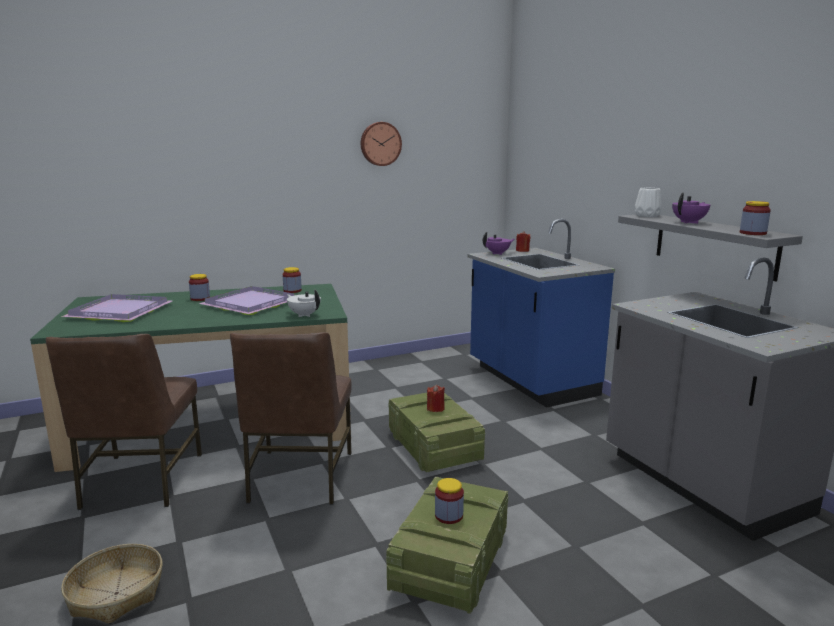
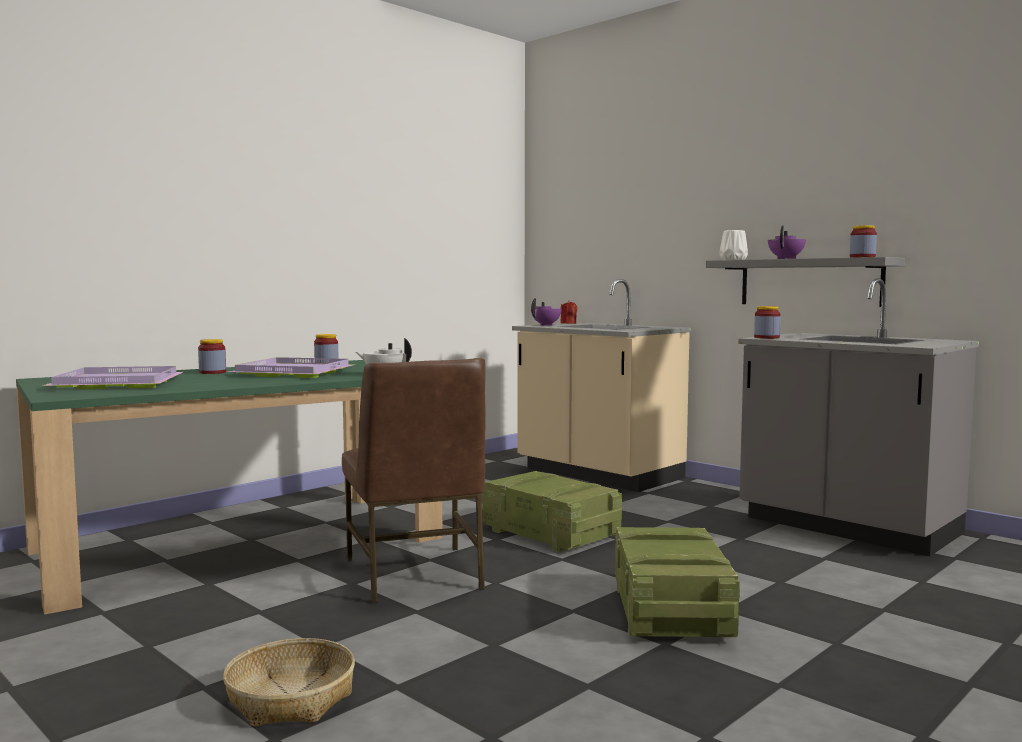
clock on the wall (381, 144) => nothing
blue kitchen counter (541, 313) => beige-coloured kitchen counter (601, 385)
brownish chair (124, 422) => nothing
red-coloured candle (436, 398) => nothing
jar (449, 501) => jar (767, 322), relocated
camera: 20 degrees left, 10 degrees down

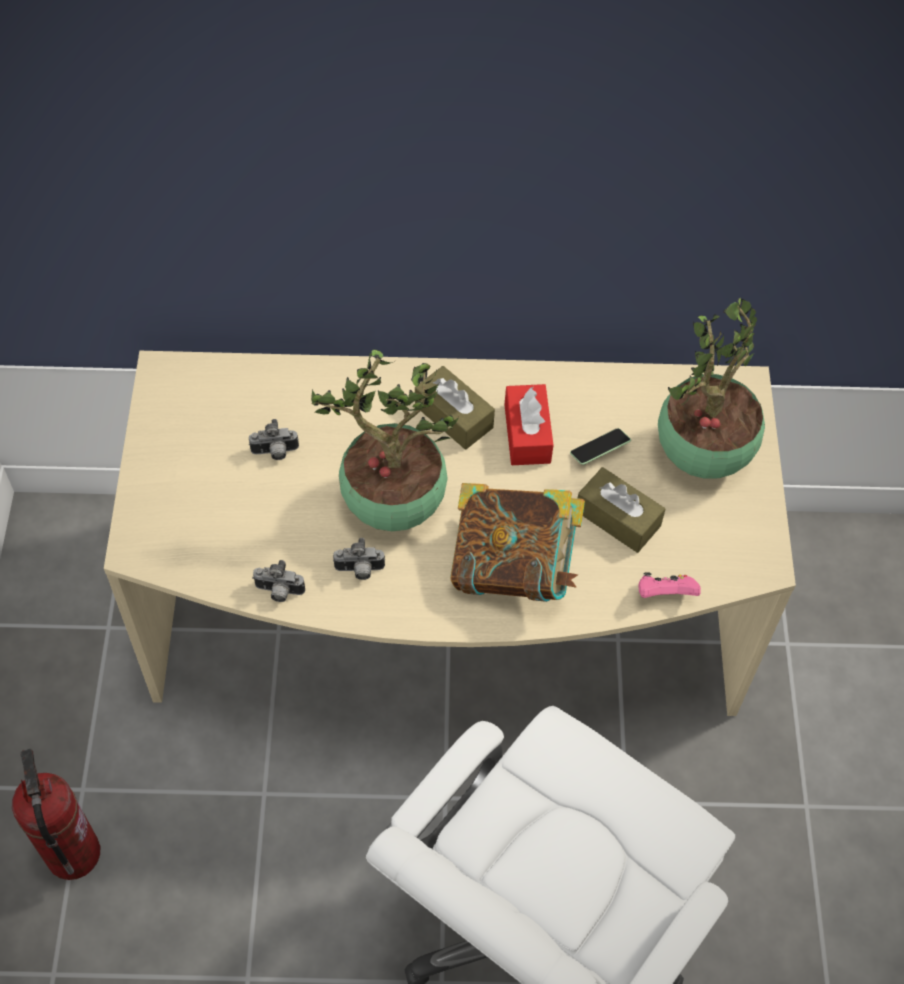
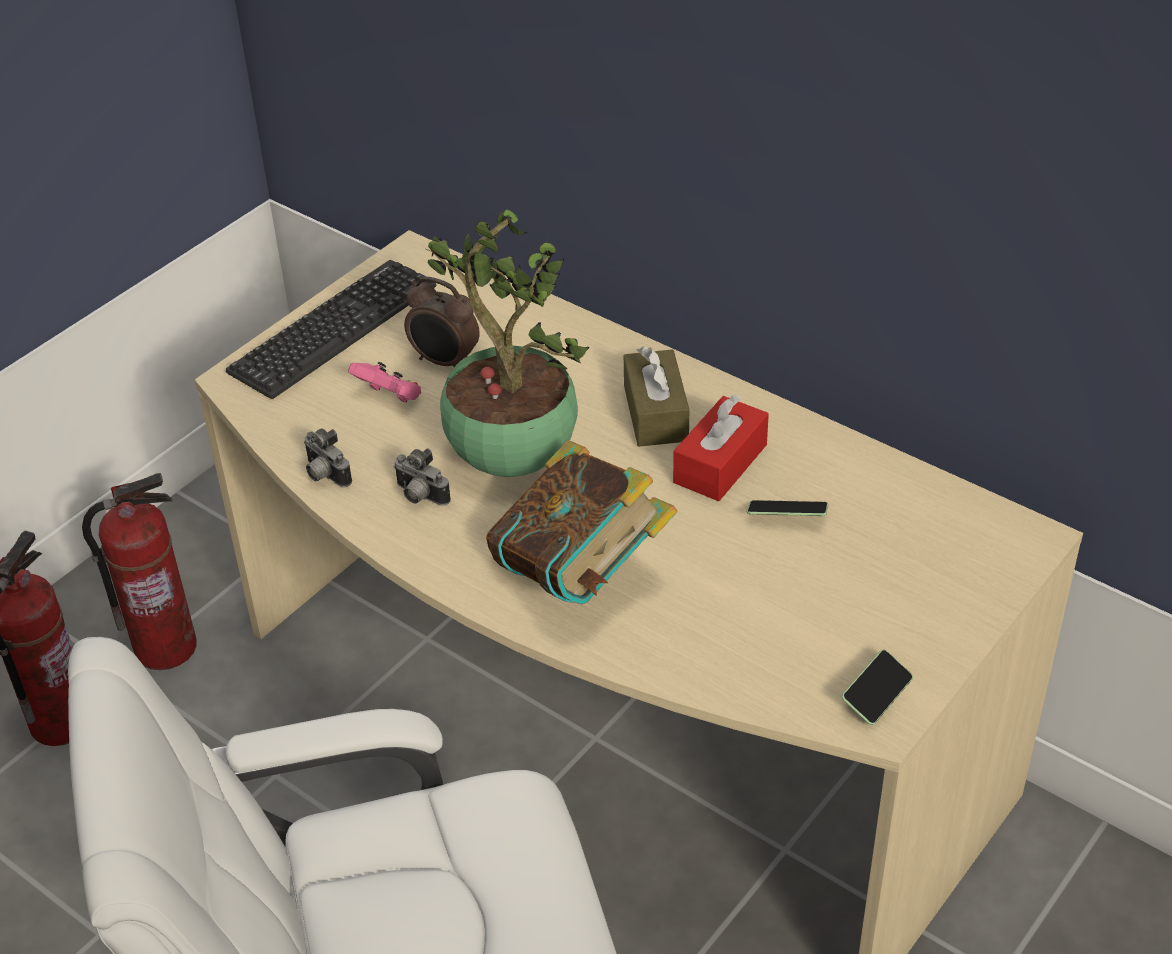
plant in a pot (711, 388) => nothing
still camera (274, 439) => bedside clock (442, 322)
brownish tissue box (622, 510) => nothing
pinkish game controller (669, 585) => pinkish game controller (384, 382), relocated
nothing => keyboard (331, 329)
nothing => fire extinguisher (139, 571)
nothing => handset (877, 687)
camera: 40 degrees right, 15 degrees down

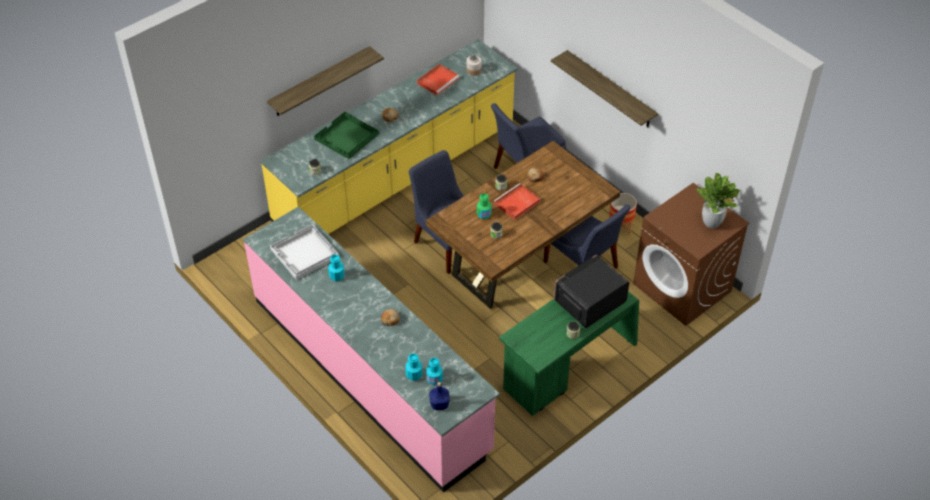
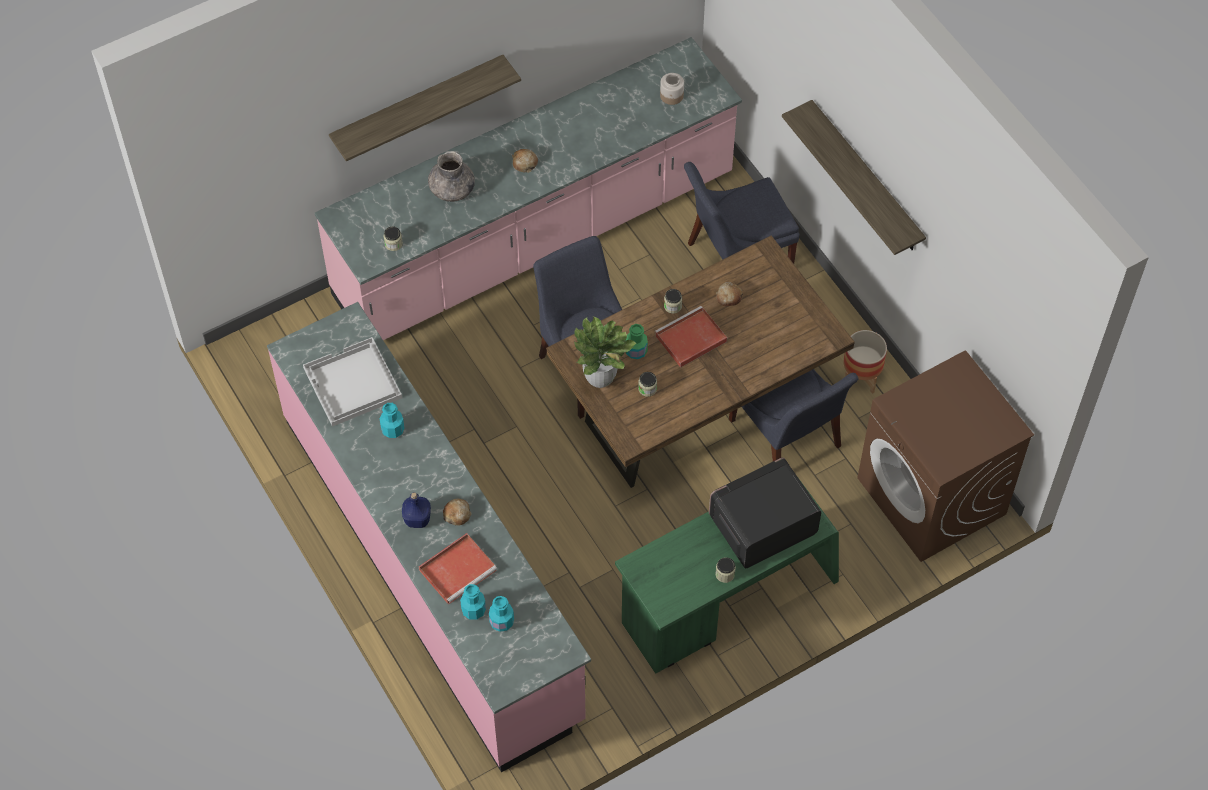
yellow-coloured kitchen counter (389, 136) => pinkish kitchen counter (528, 188)
red-coloured carrying tray (438, 79) => red-coloured carrying tray (458, 569), relocated
green carrying tray (346, 135) => gray vase (451, 176)
plant in a pot (718, 200) => plant in a pot (605, 352), relocated
blue drink bottle (439, 396) => blue drink bottle (416, 510), relocated
camera: 10 degrees right, 10 degrees up

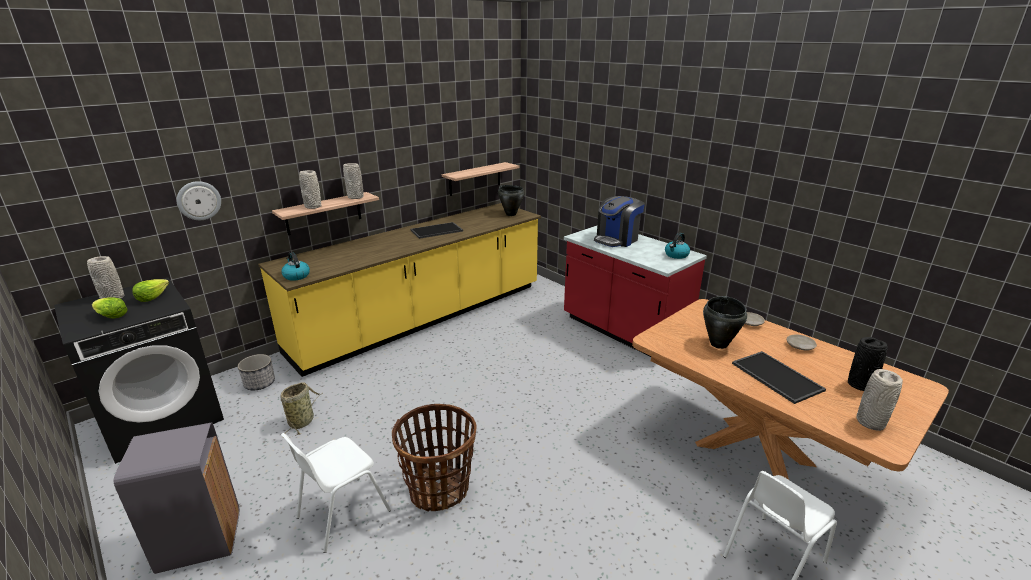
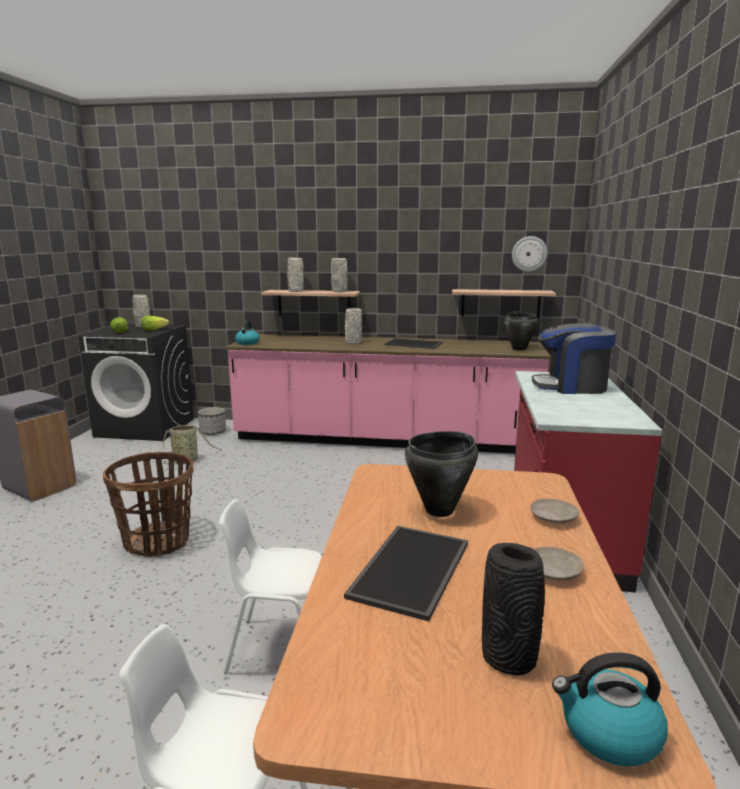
clock on the wall (199, 200) => clock on the wall (530, 254), relocated
yellow-coloured kitchen counter (399, 290) => pinkish kitchen counter (388, 394)
water kettle (677, 246) => water kettle (610, 709), relocated
gray vase (880, 400) => gray vase (353, 326), relocated
white chair (336, 493) => white chair (270, 586), relocated
camera: 50 degrees right, 10 degrees down

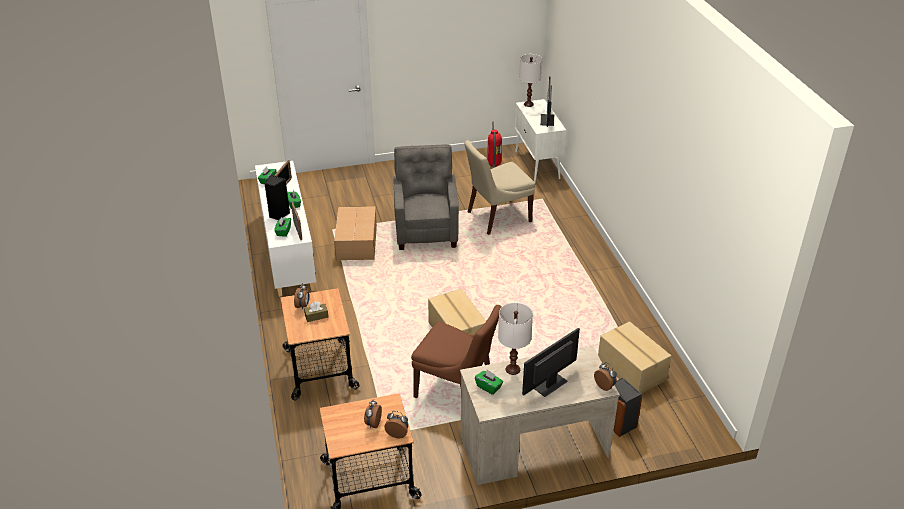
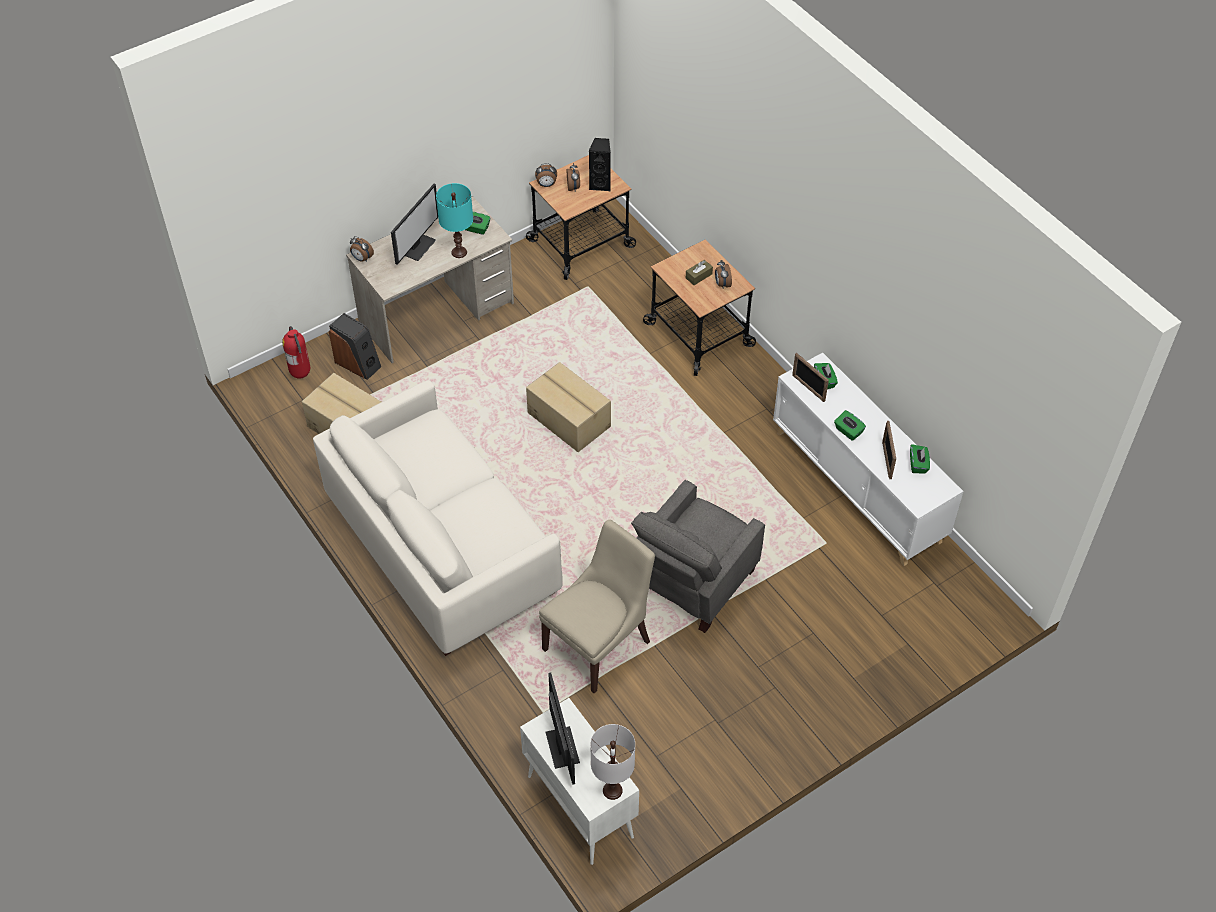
fire extinguisher (494, 144) => fire extinguisher (296, 352), relocated
gray armchair (426, 197) => gray armchair (698, 556), 60 degrees clockwise
blackish audio speaker (277, 197) => blackish audio speaker (599, 164), relocated
packing box (355, 233) => nothing
white table lamp (515, 339) => blue-green table lamp (454, 220)
brownish chair (456, 351) => nothing
nothing => white sofa (438, 518)
camera: 160 degrees right, 15 degrees up

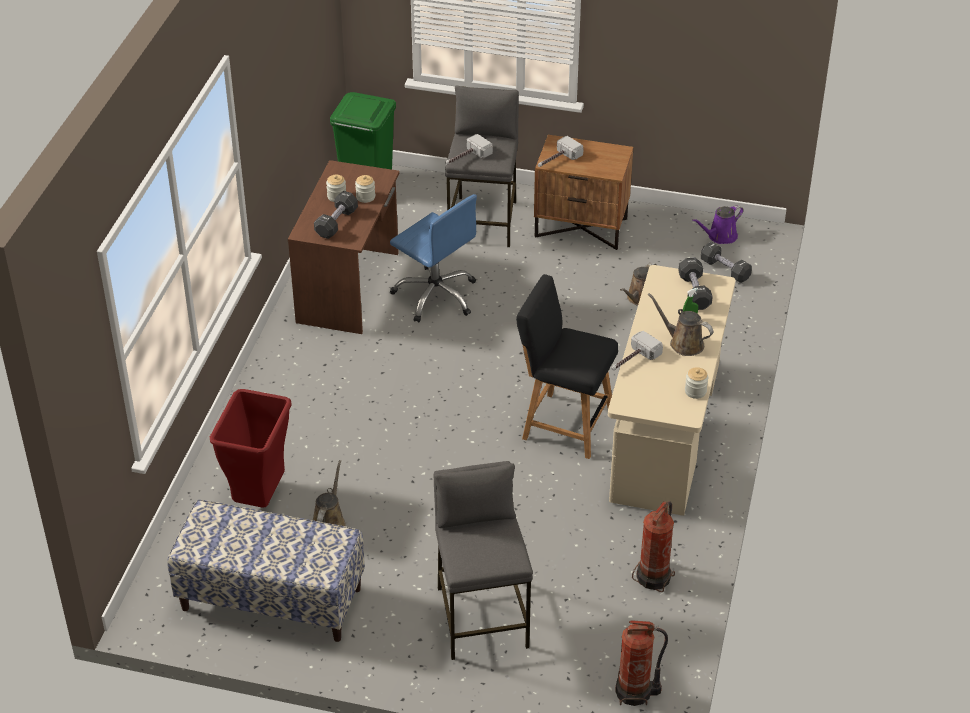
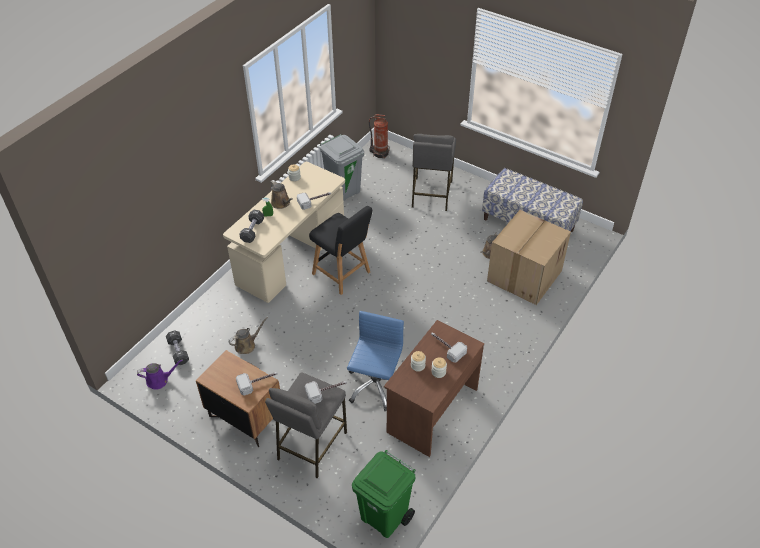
blackish dumbbell (336, 215) => hand hammer (449, 347)
blue office chair (433, 258) => blue office chair (375, 361), 45 degrees clockwise
red-coloured trash can (251, 448) => packing box (529, 257)
fire extinguisher (653, 546) => gray trash can (342, 167)
camera: 160 degrees left, 5 degrees up

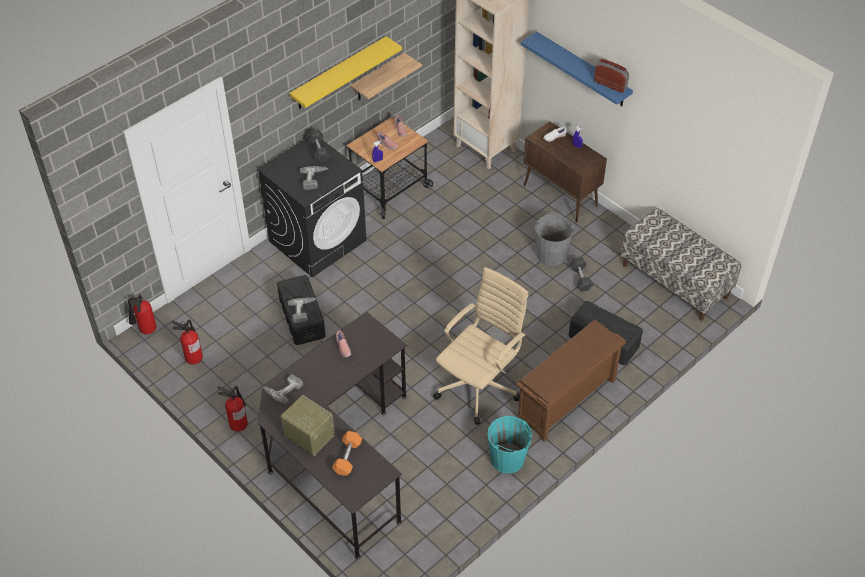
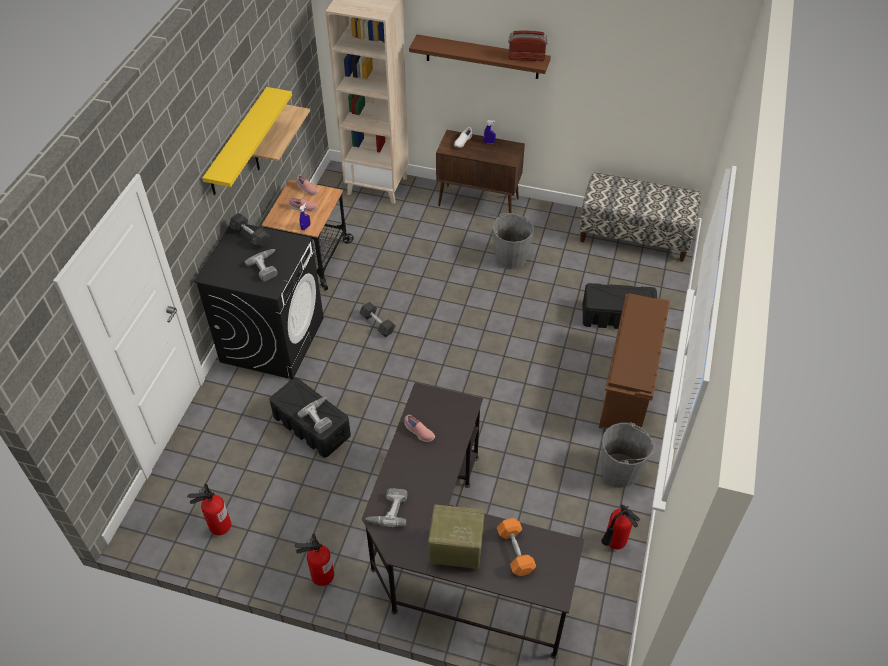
blue bracket shelf (577, 69) => brownish bracket shelf (480, 56)
gray dumbbell (581, 274) => gray dumbbell (377, 319), relocated
beige-coloured office chair (480, 346) => nothing
fire extinguisher (142, 314) => fire extinguisher (620, 526), relocated
blue-green water bucket (509, 445) => gray water bucket (628, 455)
camera: 30 degrees left, 0 degrees up

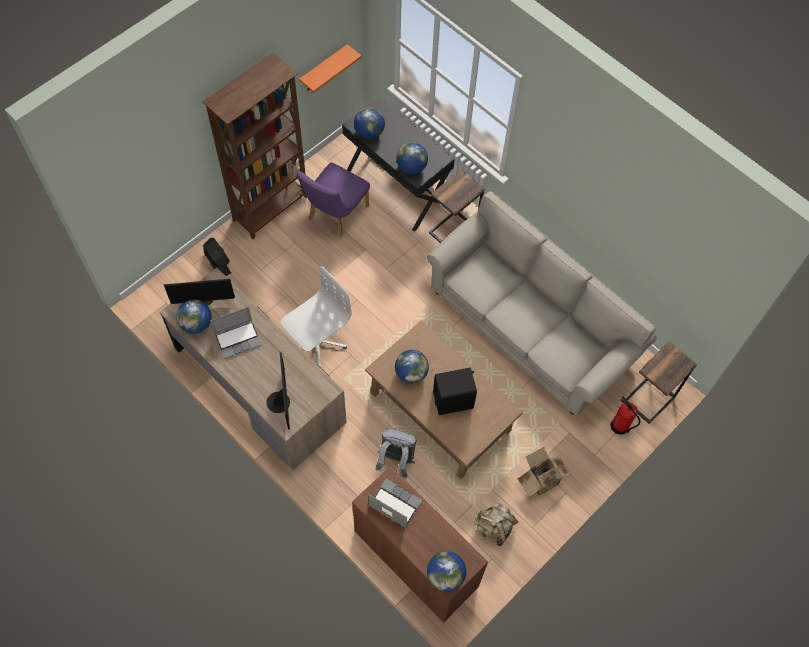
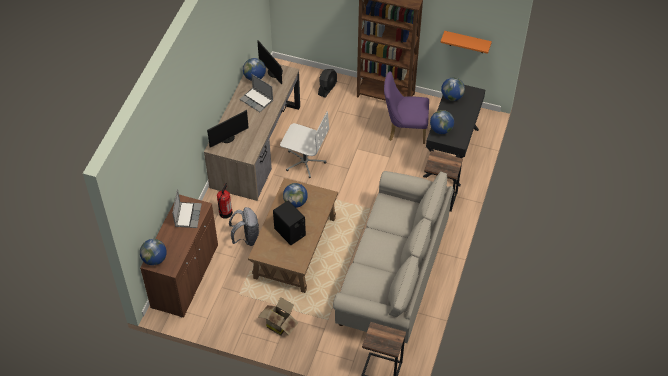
fire extinguisher (625, 415) => fire extinguisher (225, 200), relocated
beige-coloured backpack (496, 524) => nothing
camera: 65 degrees right, 10 degrees down

